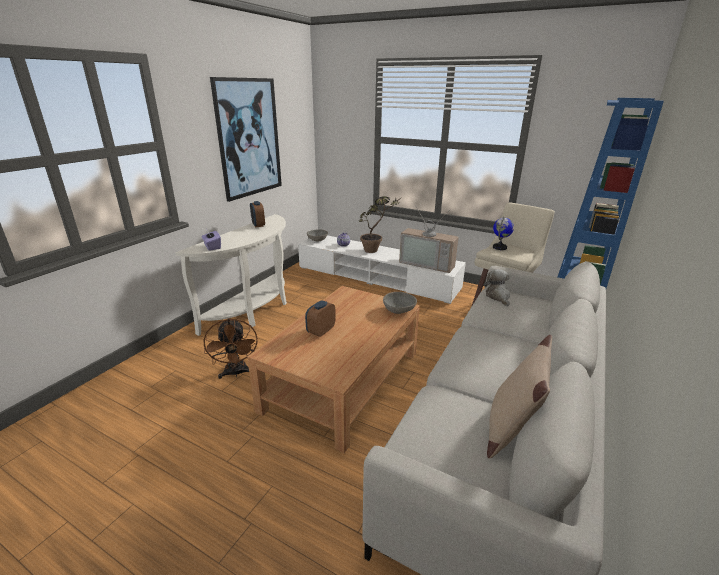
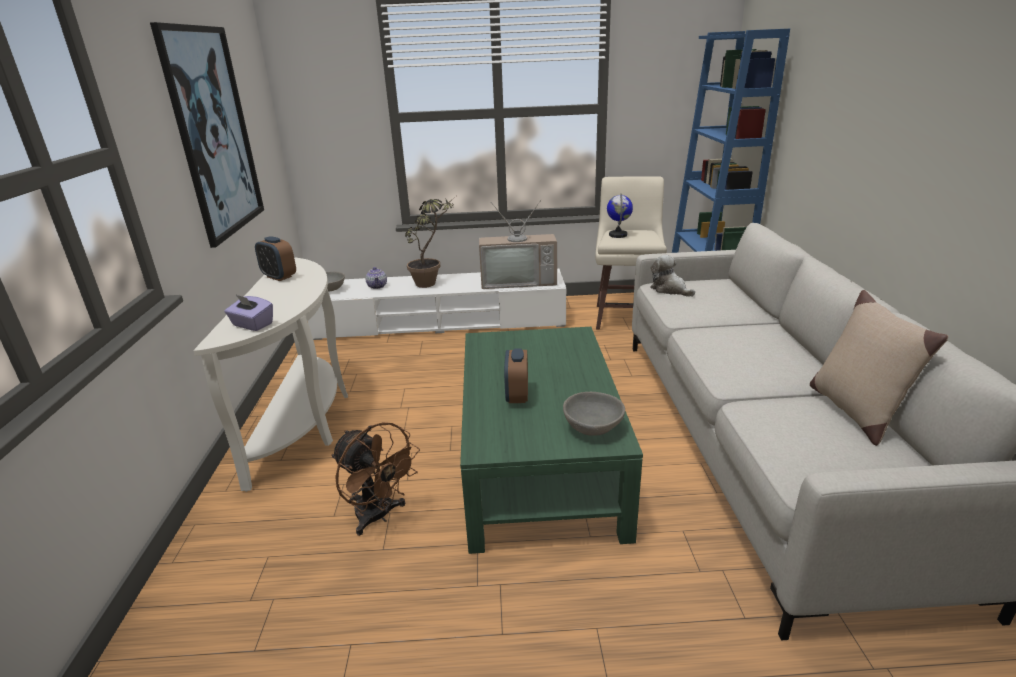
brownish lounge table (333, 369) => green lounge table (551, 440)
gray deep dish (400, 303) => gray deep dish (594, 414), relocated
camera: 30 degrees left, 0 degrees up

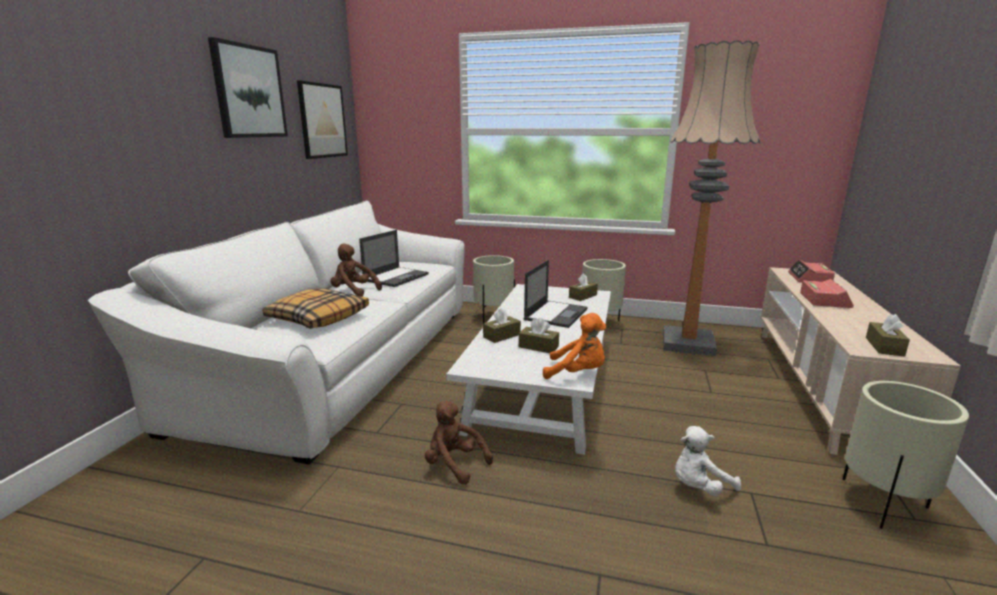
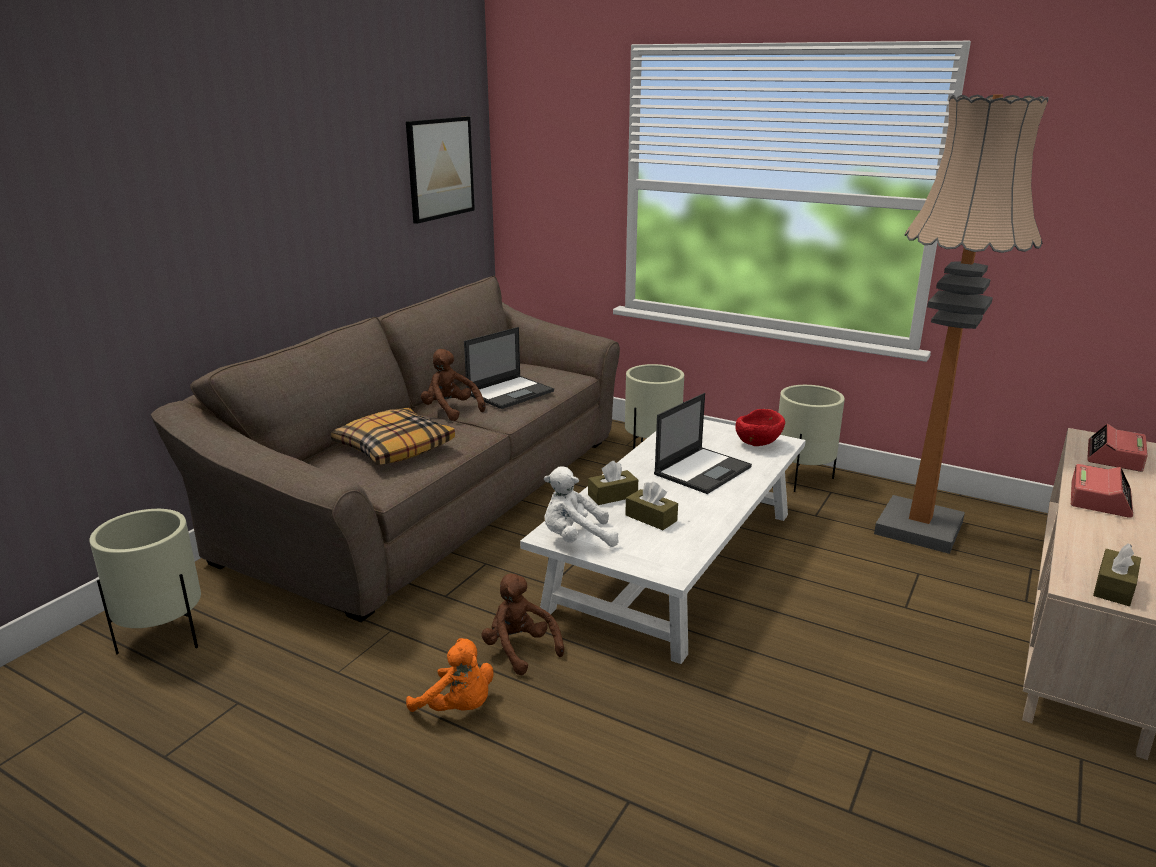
picture (248, 87) => nothing
white sofa (276, 332) => brownish sofa (385, 449)
brownish tissue box (583, 287) => red-coloured deep dish (760, 427)
orangey soft toy (574, 346) => orangey soft toy (450, 675), relocated
beige-coloured plant pot (906, 455) => beige-coloured plant pot (145, 581), relocated
white soft toy (708, 461) => white soft toy (581, 506), relocated
camera: 15 degrees right, 5 degrees up

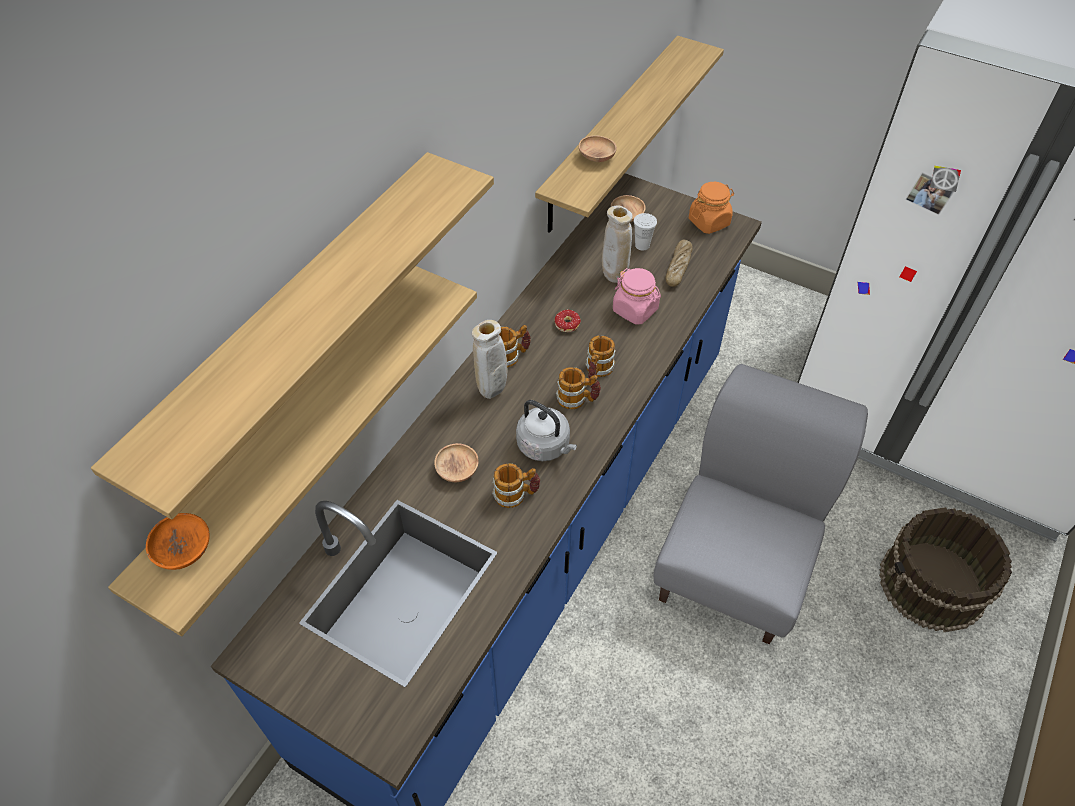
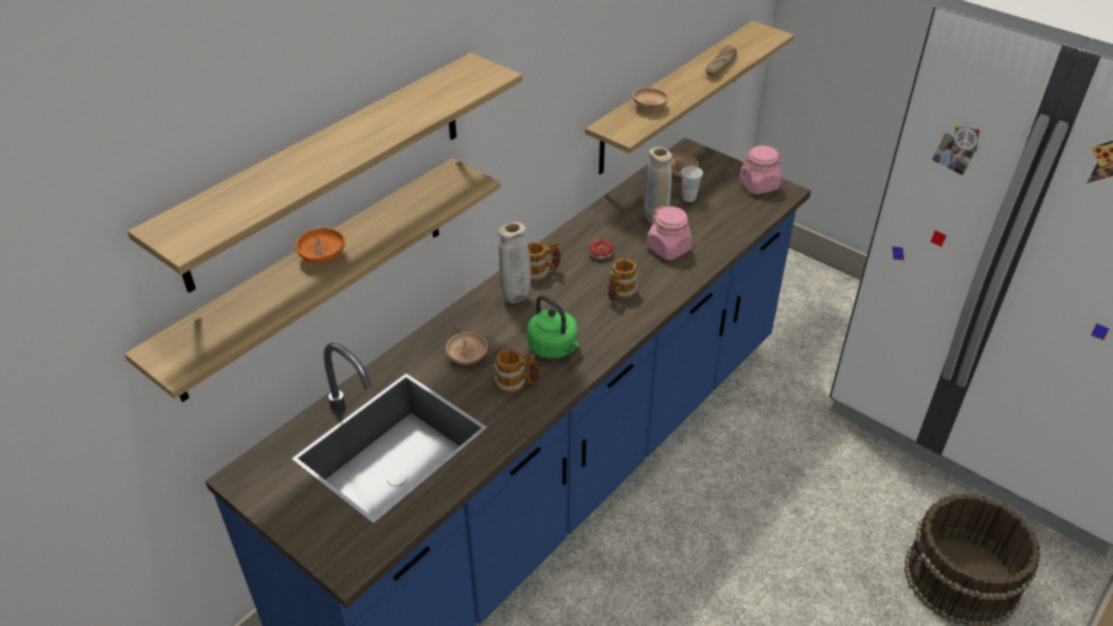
orangey jar (711, 208) => pinkish jar (761, 169)
bread (679, 263) => bread (721, 60), relocated
gray chair (760, 504) => nothing
coffee mug (578, 388) => nothing
gray water kettle (546, 430) => green water kettle (553, 327)
orangey deep dish (178, 541) => orangey deep dish (320, 245), relocated
camera: 10 degrees right, 10 degrees down

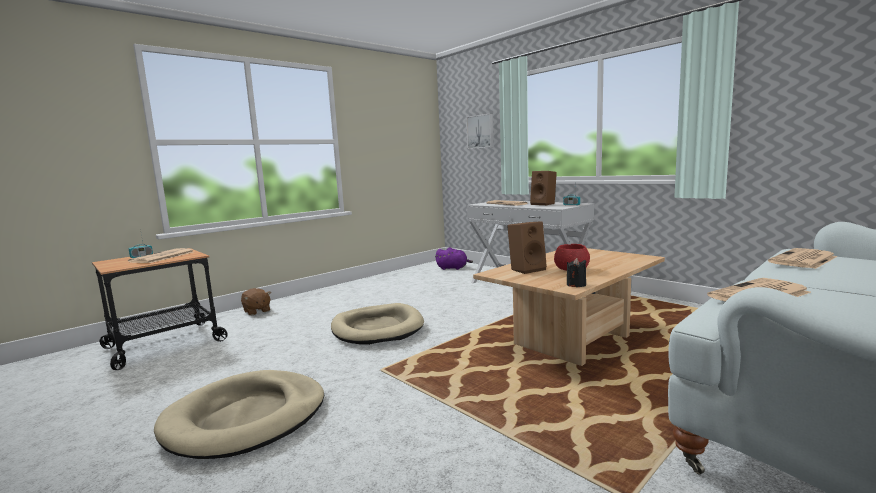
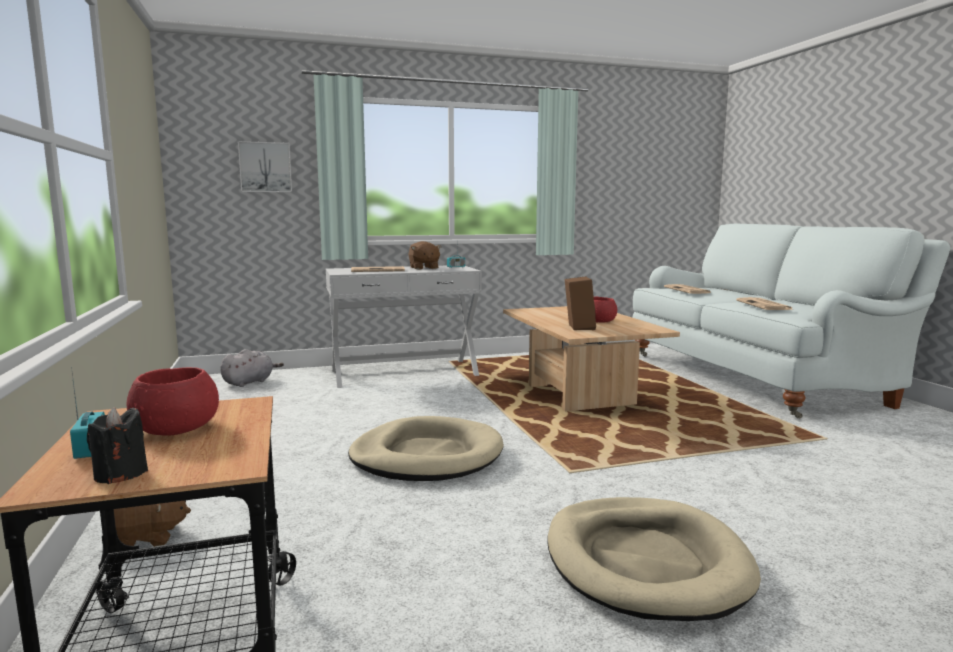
brownish audio speaker (543, 188) => brownish soft toy (424, 255)
purple-coloured soft toy (454, 258) => gray soft toy (252, 368)
printed paper (160, 255) => red-coloured deep dish (173, 401)
blackish candle (576, 272) => blackish candle (117, 445), relocated
camera: 65 degrees left, 0 degrees up

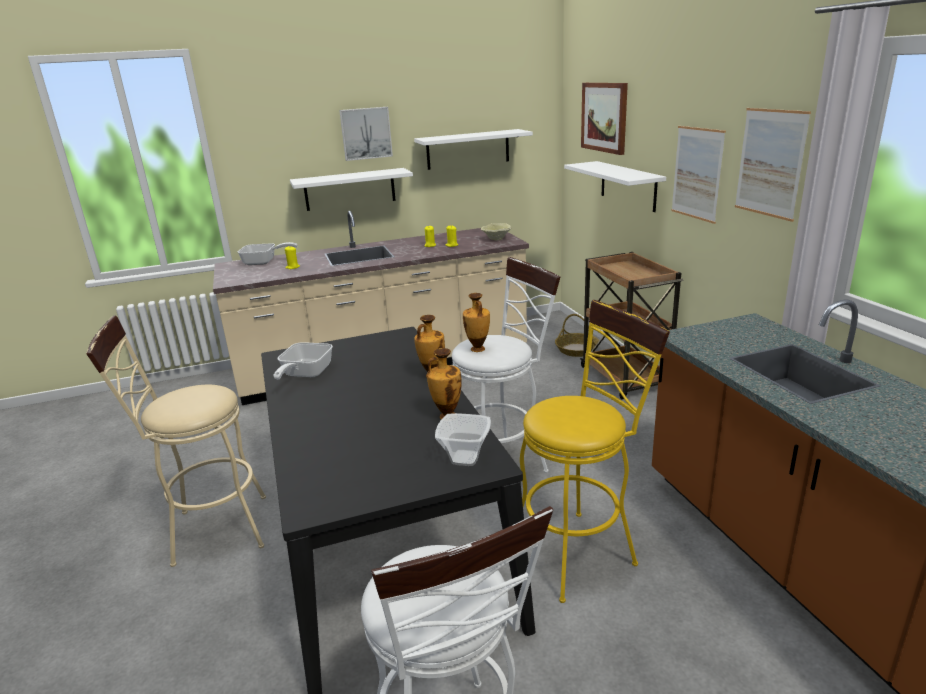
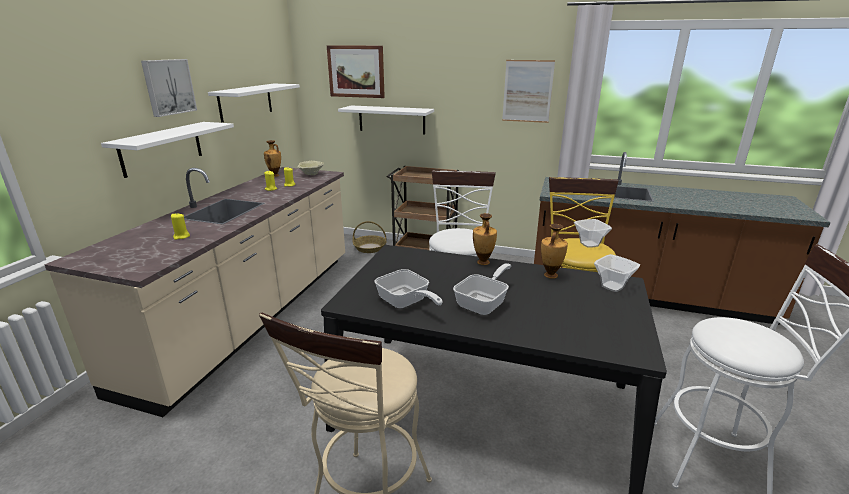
picture (698, 175) => nothing
frying pan (268, 253) => frying pan (482, 289), relocated
vase (476, 322) => vase (272, 158), relocated
nothing => deep dish (593, 233)
camera: 55 degrees left, 0 degrees up

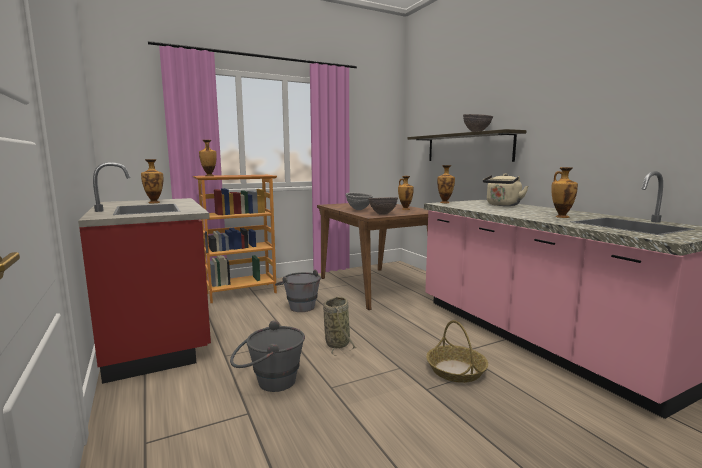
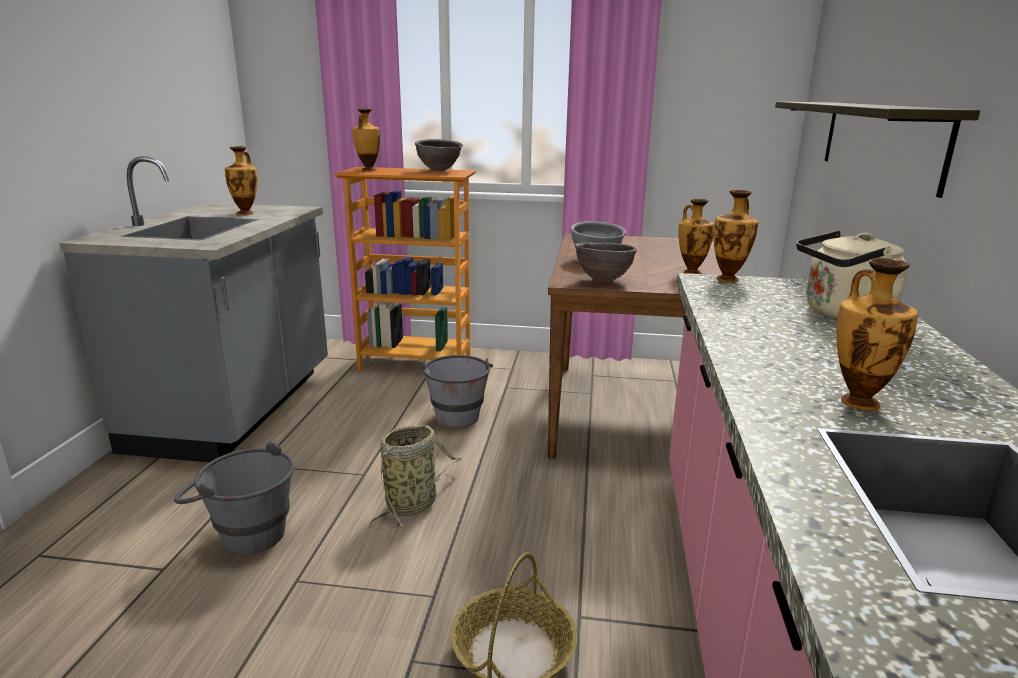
brownish deep dish (478, 123) => brownish deep dish (439, 155), relocated
red-coloured kitchen counter (144, 273) => gray kitchen counter (193, 309)
camera: 35 degrees right, 10 degrees up

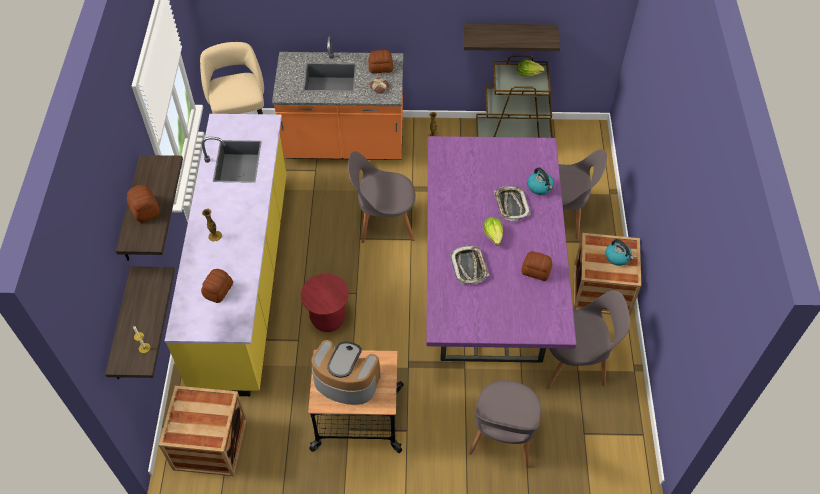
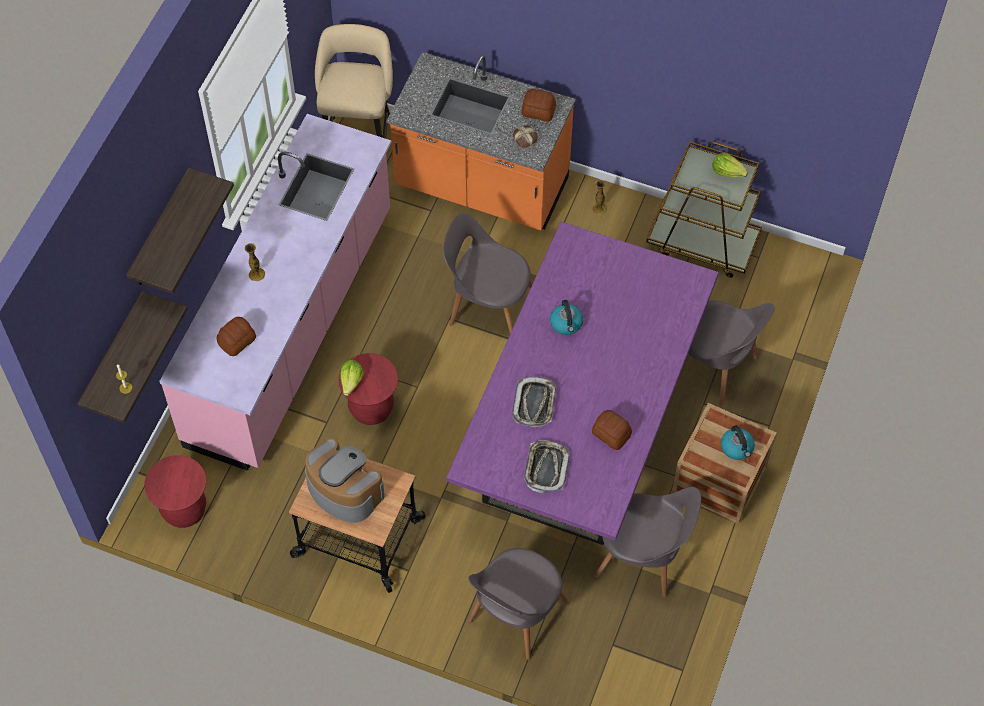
bracket shelf (511, 37) => nothing
yellow-coloured kitchen counter (226, 255) => pinkish kitchen counter (275, 292)
water kettle (541, 181) => water kettle (566, 317), relocated
bread (143, 204) => nothing
carrying tray (512, 203) => carrying tray (546, 466), relocated
lettuce head (493, 231) => lettuce head (352, 378), relocated
shipping crate (203, 431) => red-coloured sitting stool (175, 491)
camera: 20 degrees right, 5 degrees up

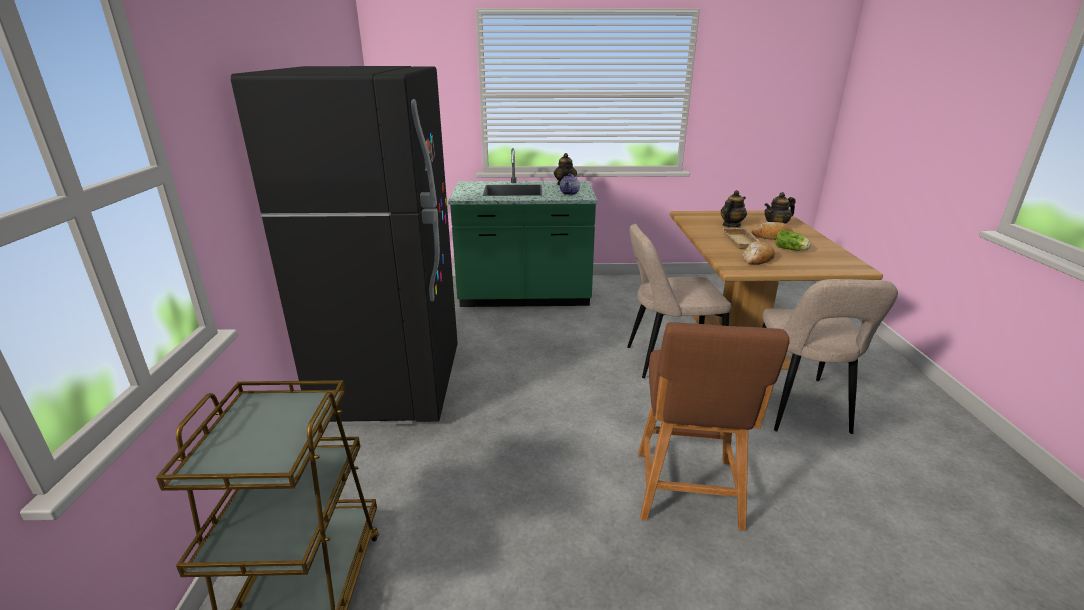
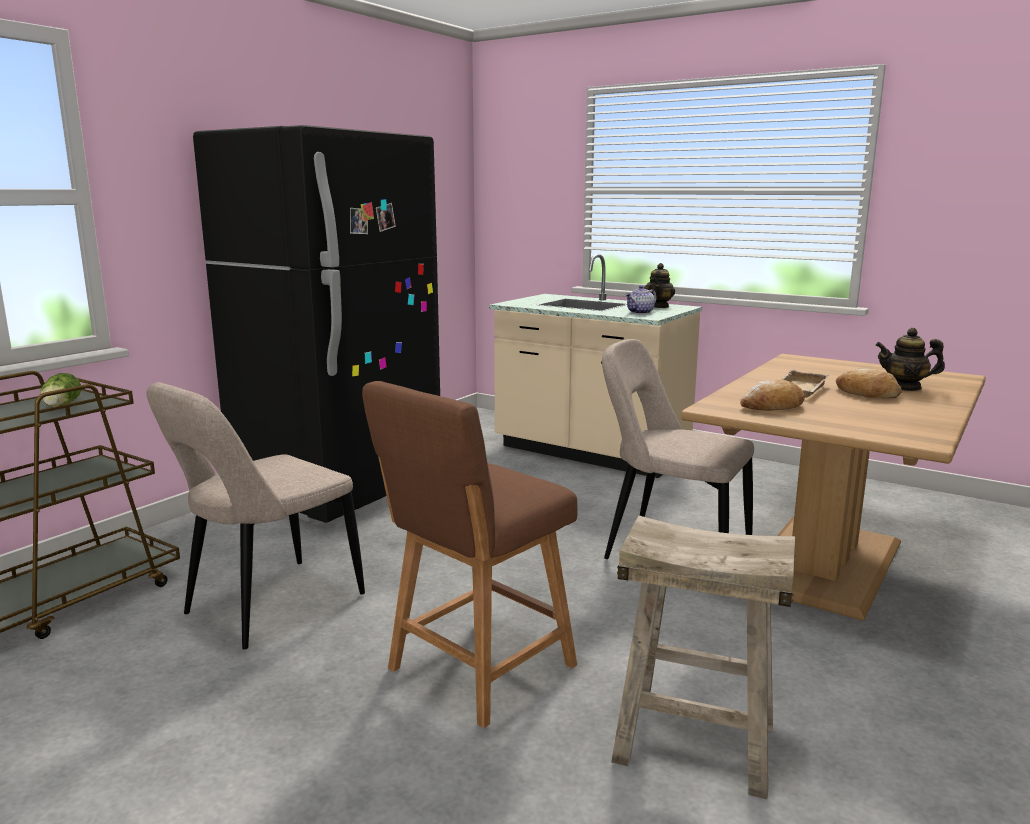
green kitchen counter (523, 227) => beige-coloured kitchen counter (595, 366)
pot for tea (734, 208) => nothing
lettuce head (793, 240) => lettuce head (61, 390), relocated
beige-coloured chair (830, 356) => beige-coloured chair (255, 516), relocated
nothing => beige-coloured sitting stool (703, 657)
camera: 35 degrees right, 10 degrees down

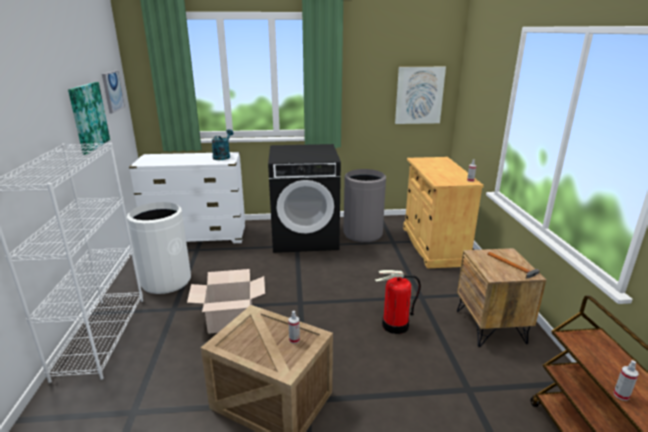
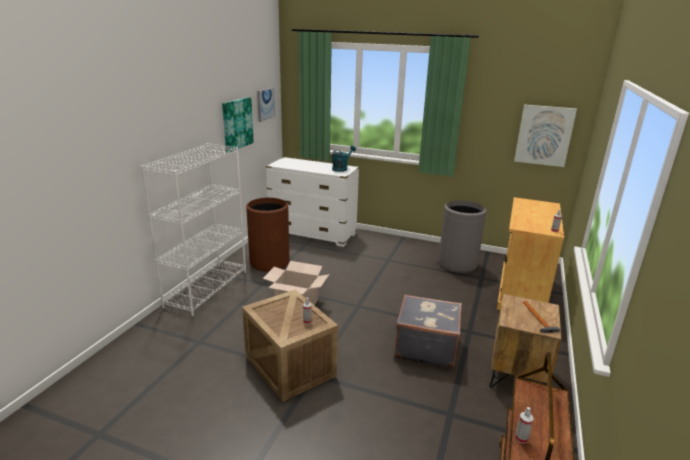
blackish washing machine (304, 198) => nothing
white trash can (159, 248) => brownish trash can (268, 235)
fire extinguisher (398, 302) => gray piece of luggage (428, 331)
camera: 25 degrees right, 0 degrees up

